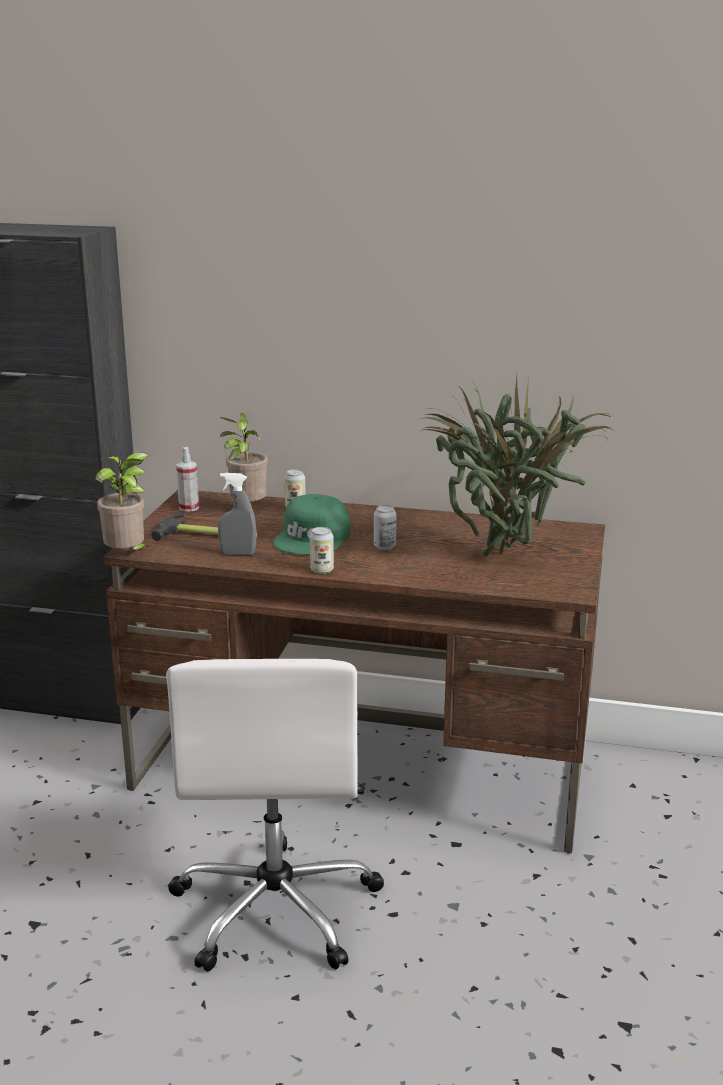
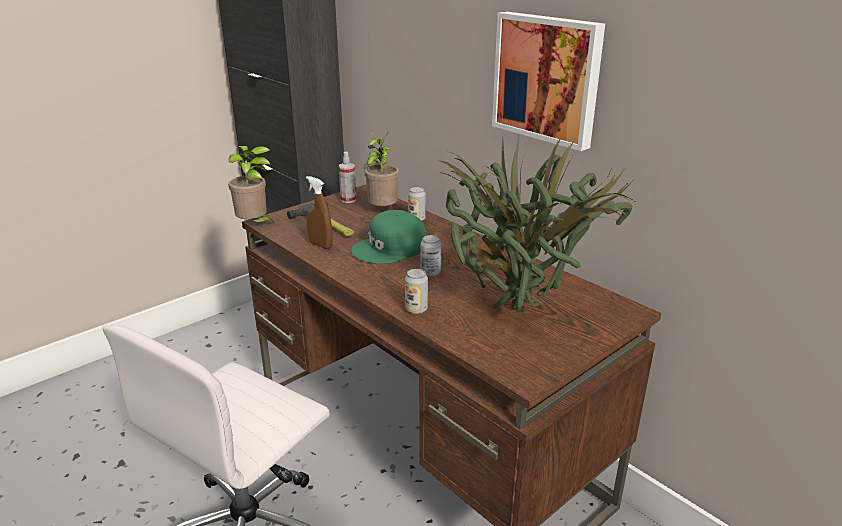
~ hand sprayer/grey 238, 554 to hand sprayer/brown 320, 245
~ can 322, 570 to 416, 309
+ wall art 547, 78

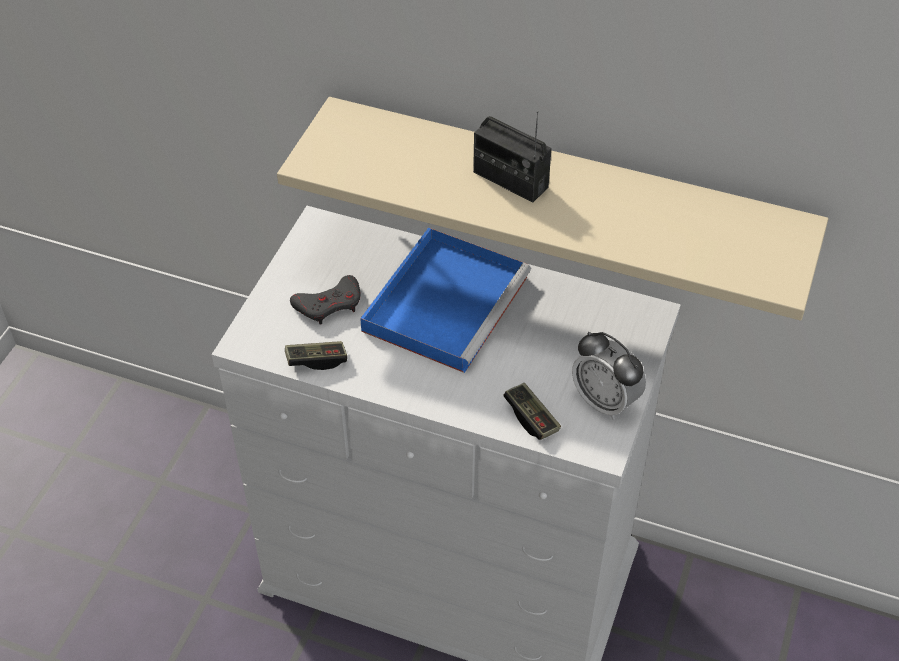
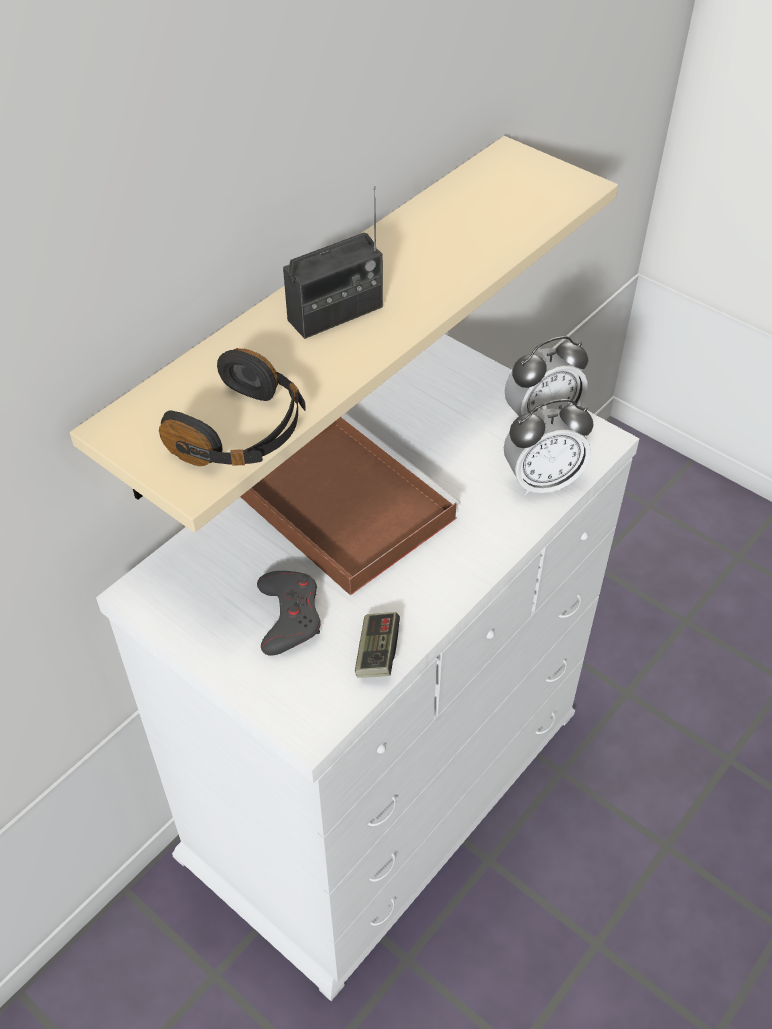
~ tray/blue-coloured 446, 301 to tray/brown 341, 503
~ joypad 531, 418 to bedside clock 542, 481
+ headphones/black-coloured 242, 433

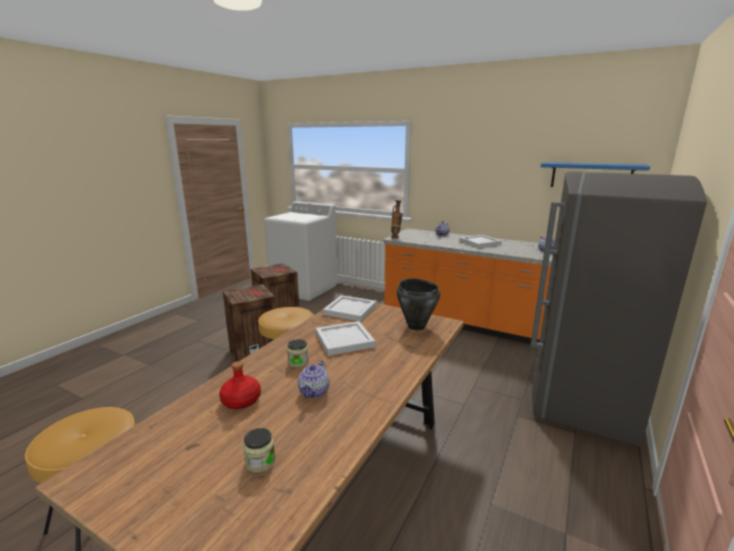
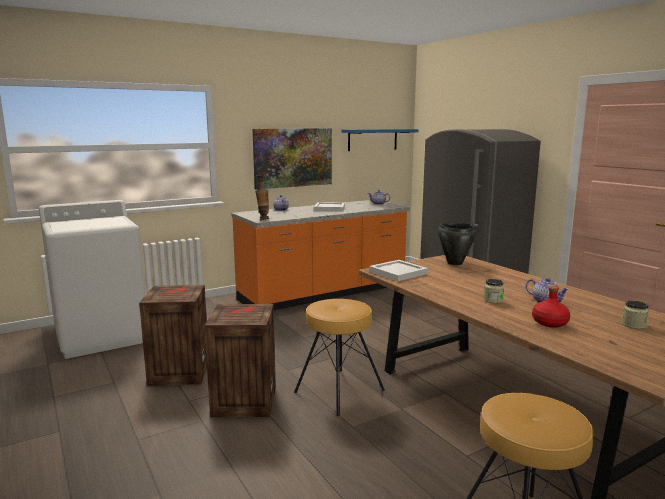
- tray/white-coloured 343, 340
+ wall art 293, 157

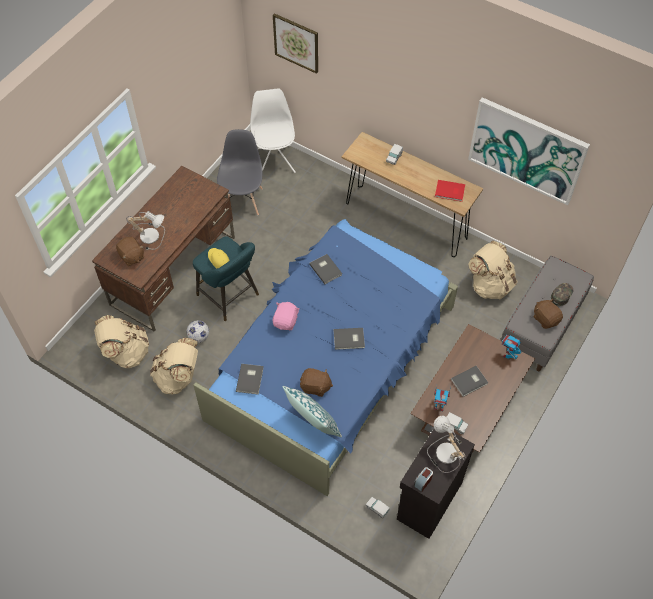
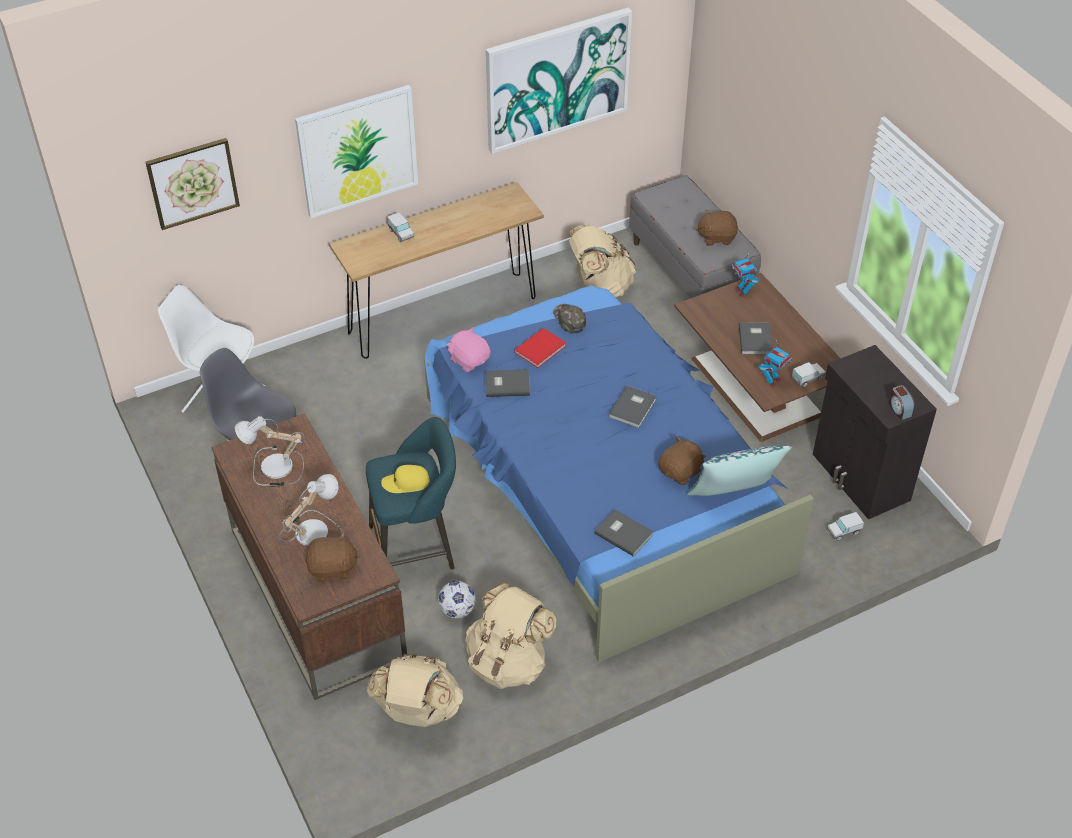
~ volume/red 450, 192 to 541, 349
~ peaked cap/green-coloured 561, 294 to 569, 319
~ cuddly toy/pink 286, 321 to 469, 360
~ tabletop lamp 444, 453 to 274, 469
+ wall art 357, 151

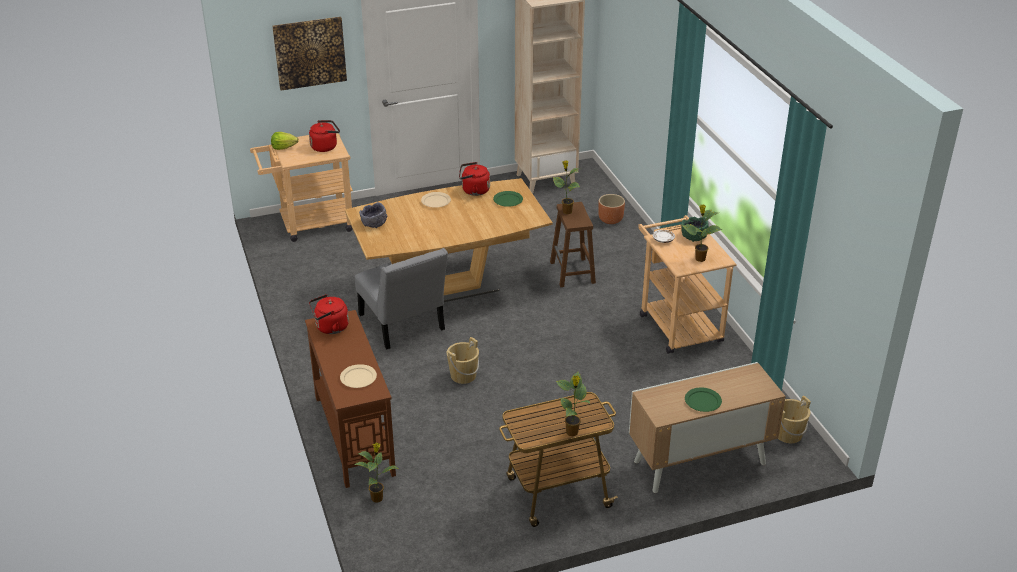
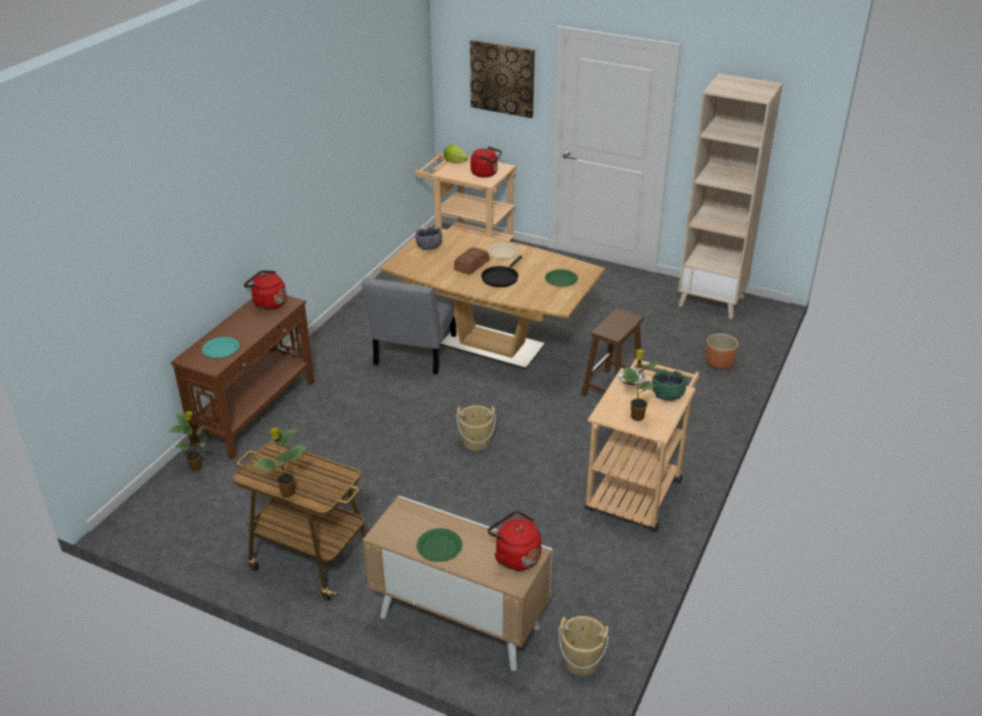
- houseplant 566, 211
~ water kettle/red 473, 190 to 515, 556
~ bucket/beige-coloured 463, 375 to 476, 442
~ flat dish/beige-coloured 358, 377 to flat dish/blue-green 221, 349
+ bread 470, 265
+ frying pan/black-coloured 501, 277

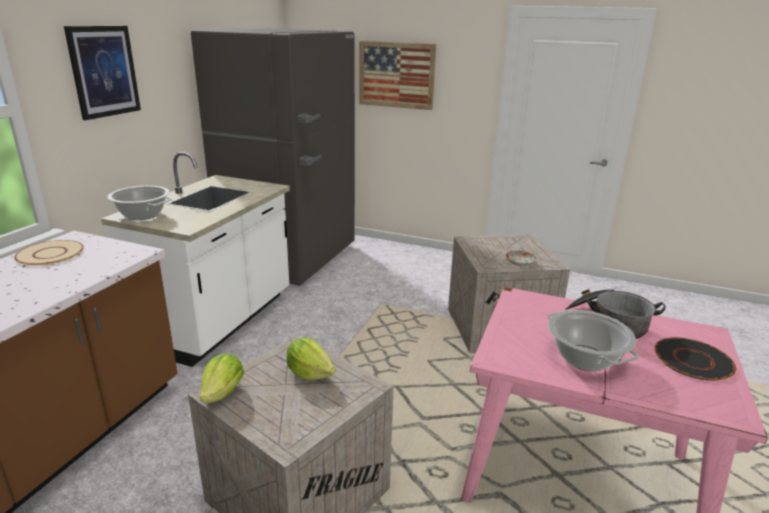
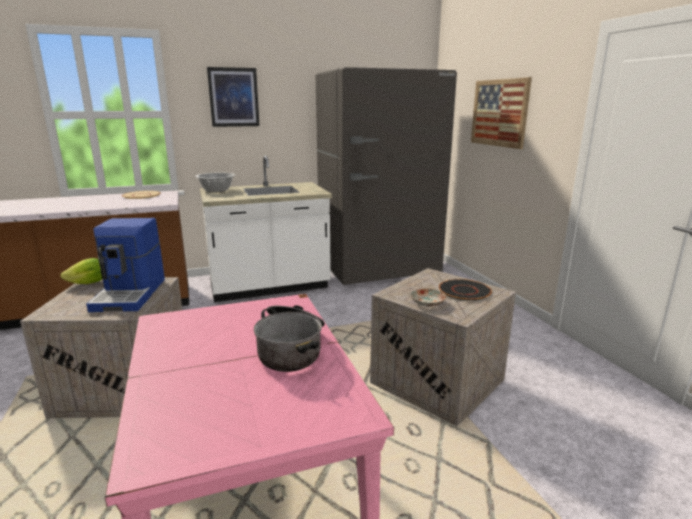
- cooking pot 585, 358
~ lettuce 309, 373 to coffee maker 131, 294
~ flat dish/black-coloured 693, 360 to 464, 291

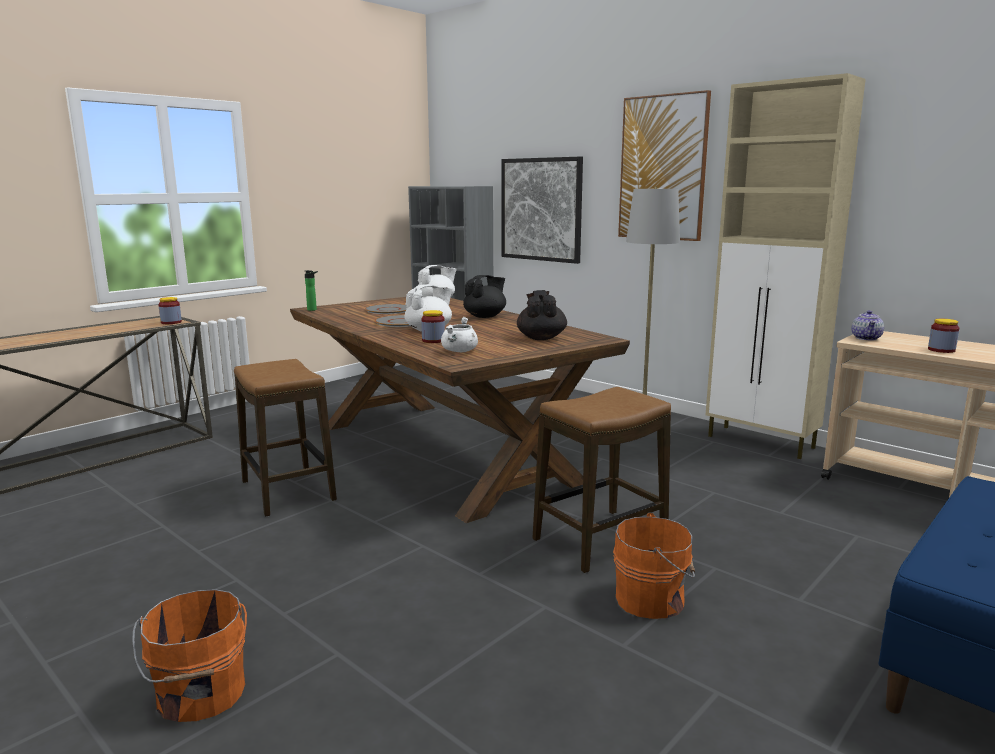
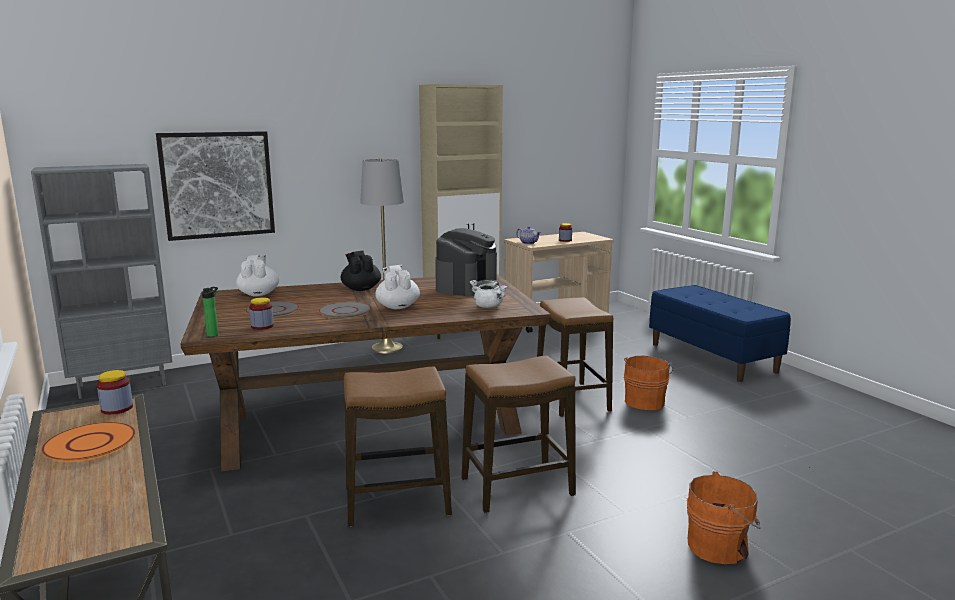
- wall art 663, 168
~ teapot/black-coloured 541, 338 to coffee maker 467, 286
~ jar 433, 340 to 262, 326
+ stool 517, 487
+ flat dish/orange 90, 443

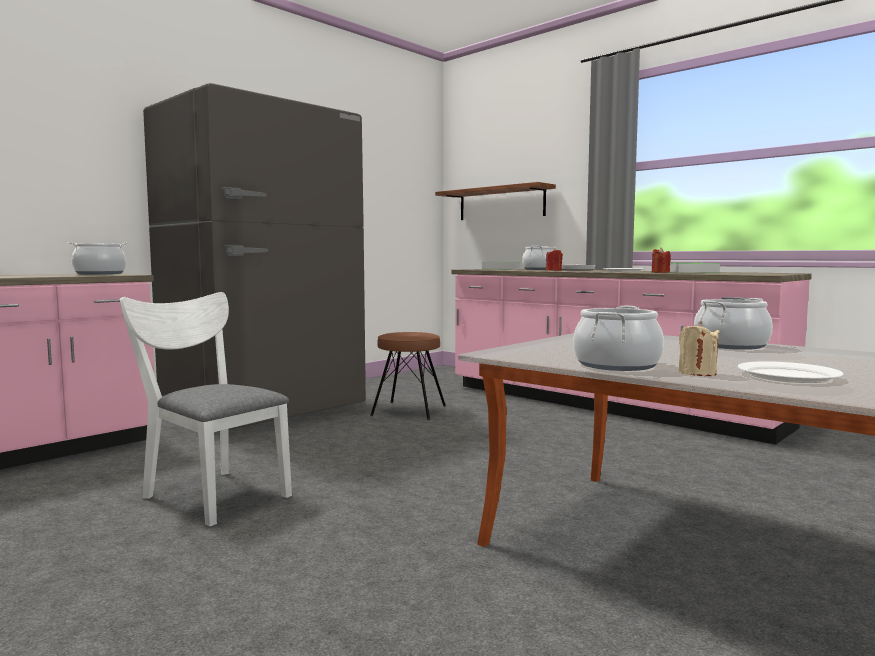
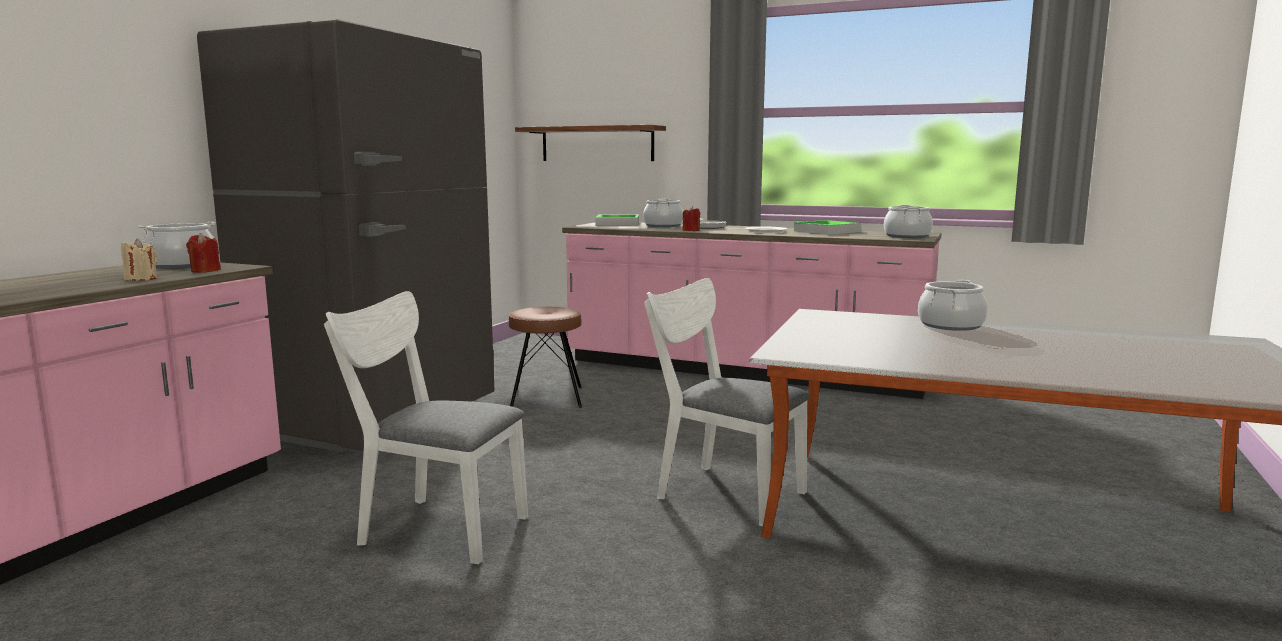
~ candle/red 660, 272 to 205, 271
~ cooking pot 616, 365 to 906, 236
~ candle/beige-coloured 697, 373 to 141, 279
- flat dish/white-coloured 789, 376
+ plain chair/white-coloured 721, 492

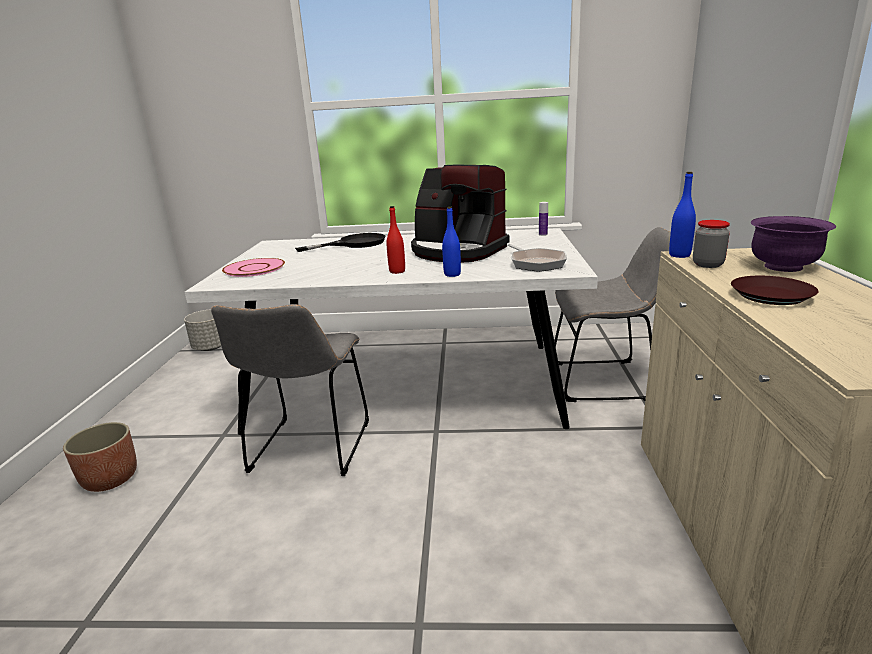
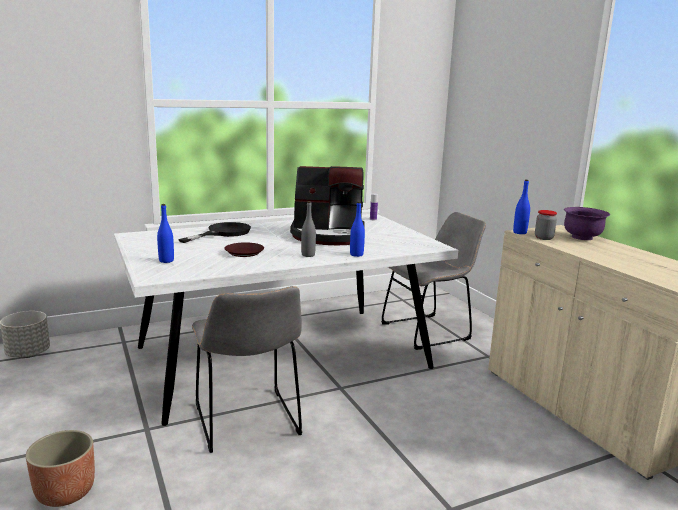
~ bottle/red 397, 271 to bottle/grey 308, 255
- frying pan 536, 263
~ flat dish/pink 254, 268 to bottle/blue-coloured 166, 261
~ flat dish/brown 770, 296 to 244, 253

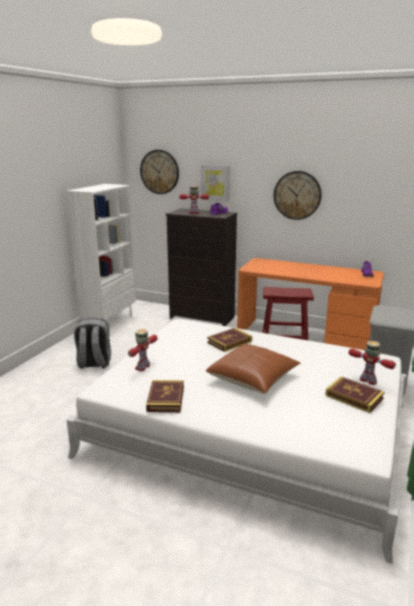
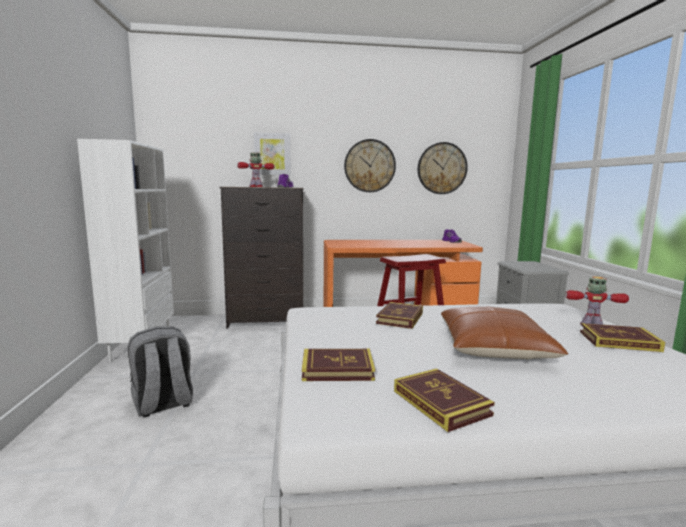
~ wall clock 159, 172 to 442, 168
~ model robot 143, 367 to volume 337, 369

